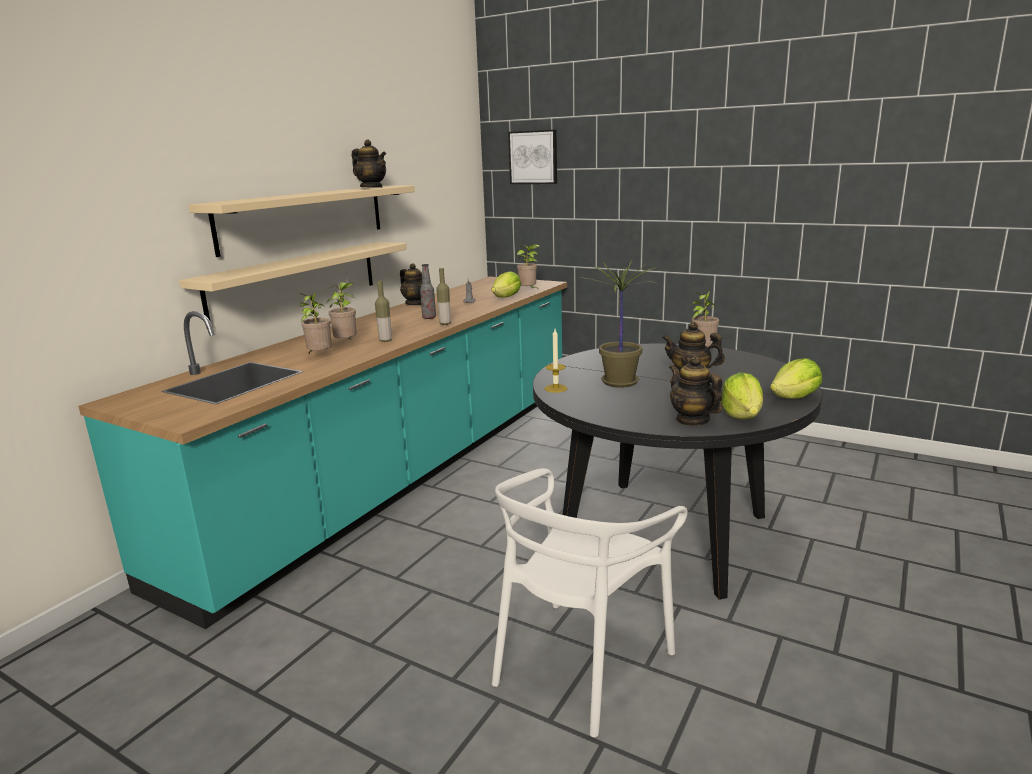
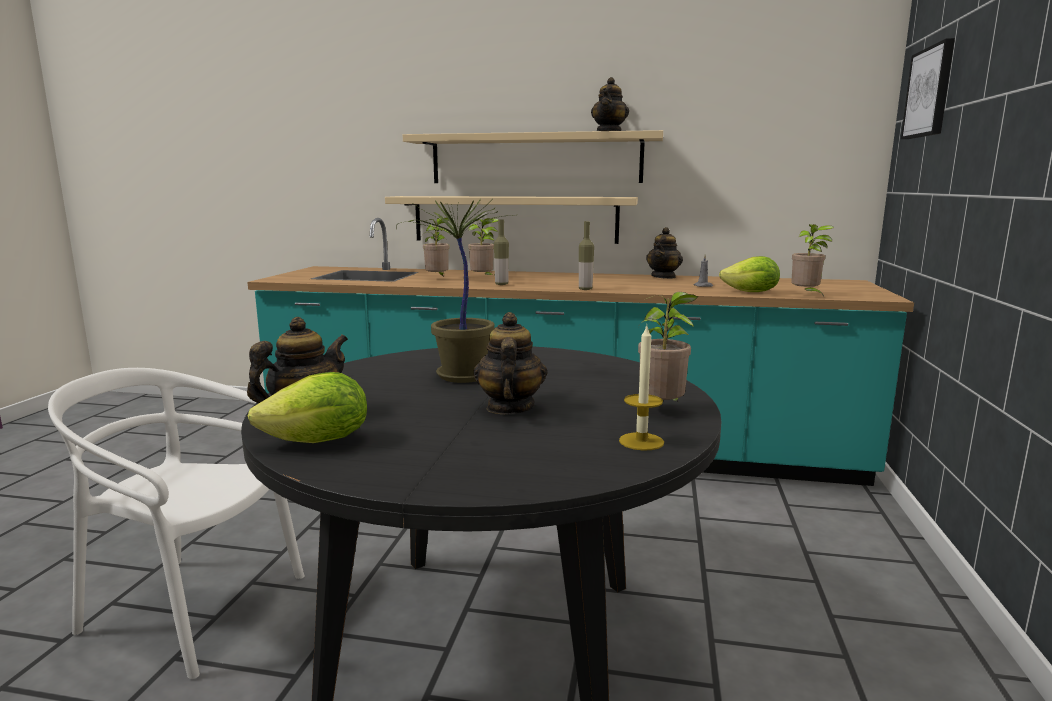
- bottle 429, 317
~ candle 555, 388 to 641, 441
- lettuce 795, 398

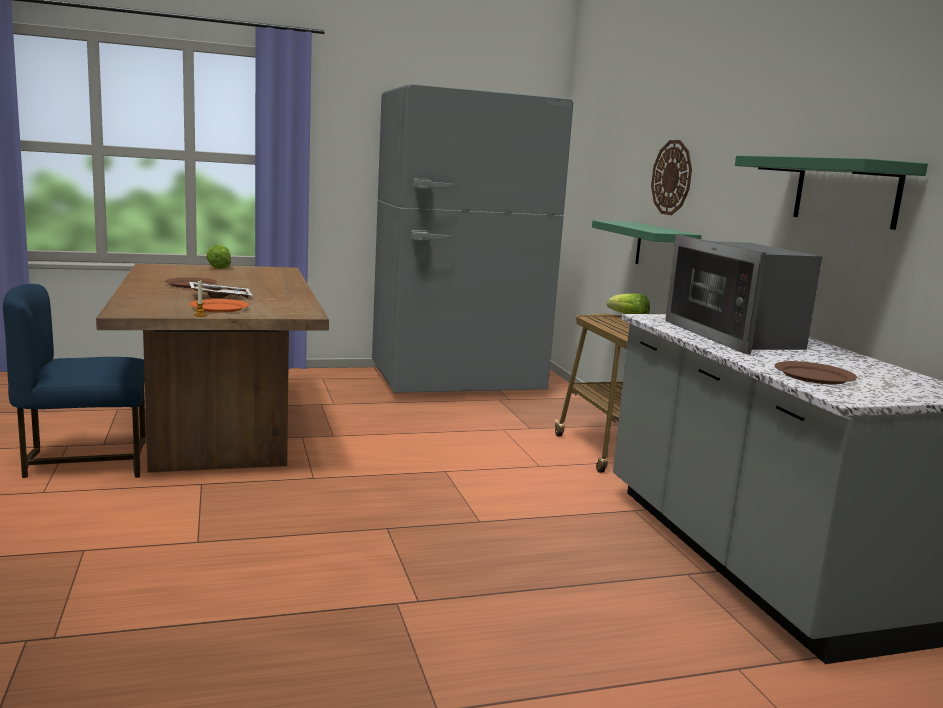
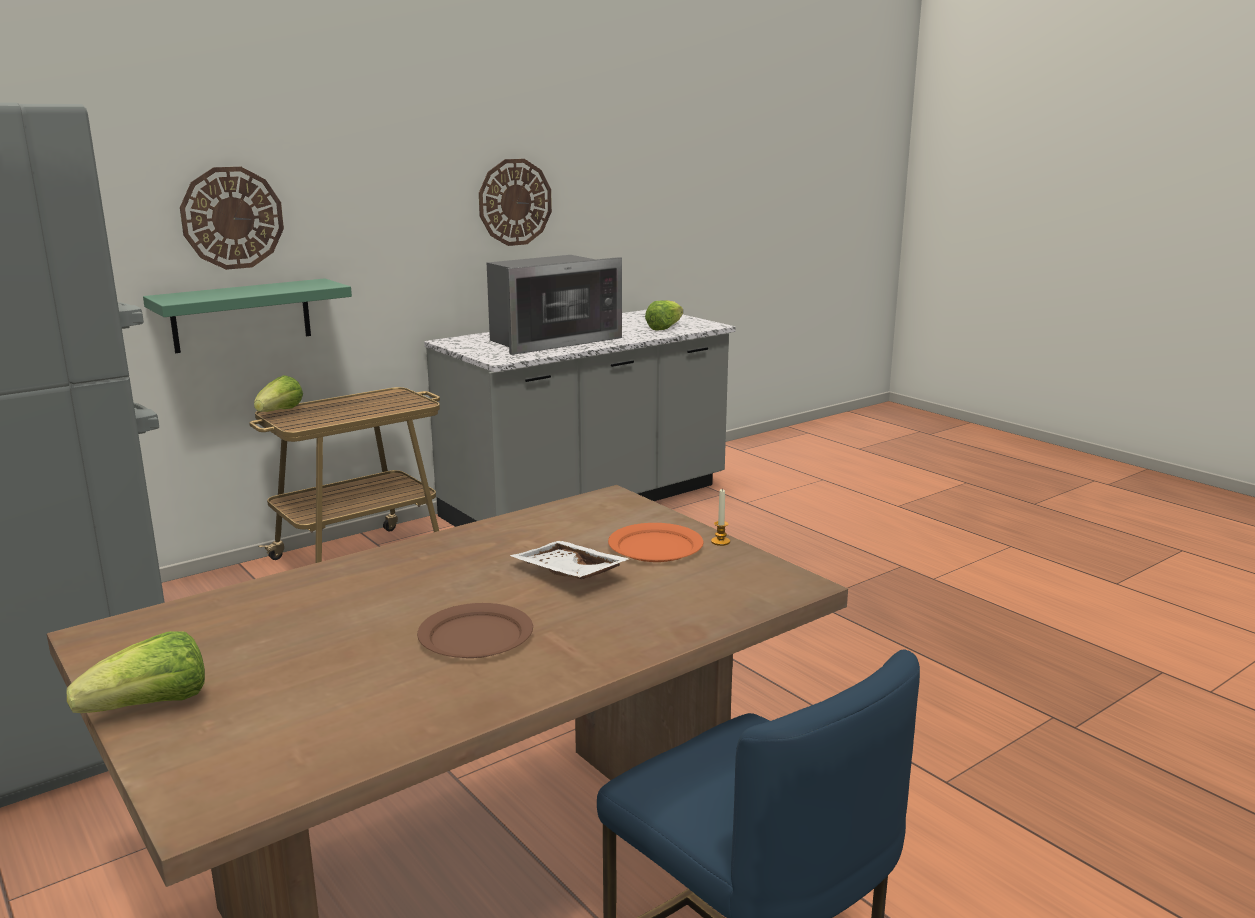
~ shelf/green-coloured 846, 192 to wall clock 515, 202
~ flat dish/brown 814, 376 to lettuce 664, 328

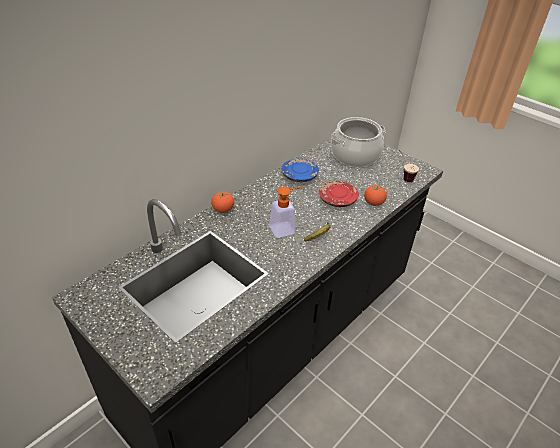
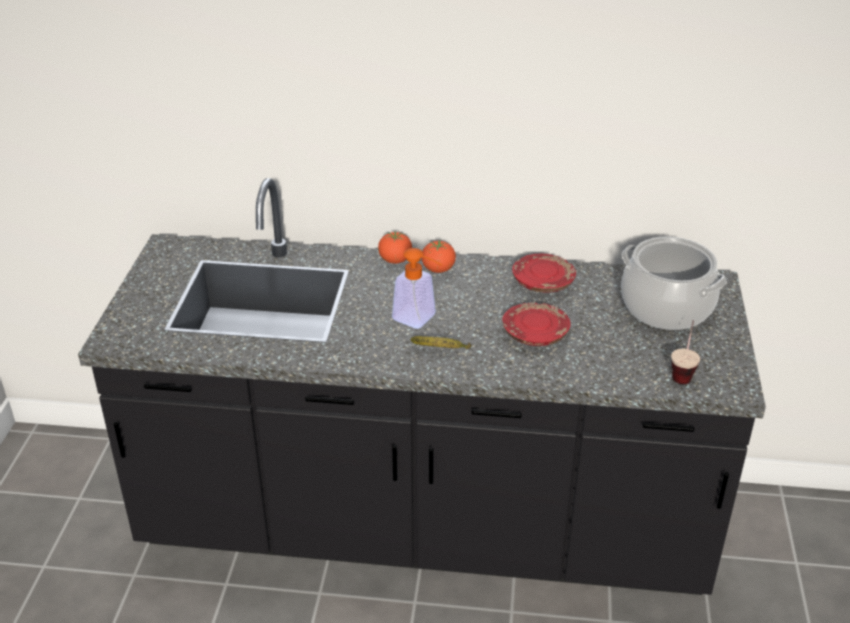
~ flat dish/blue-coloured 299, 176 to flat dish/red 542, 282
~ tomato 373, 203 to 438, 269

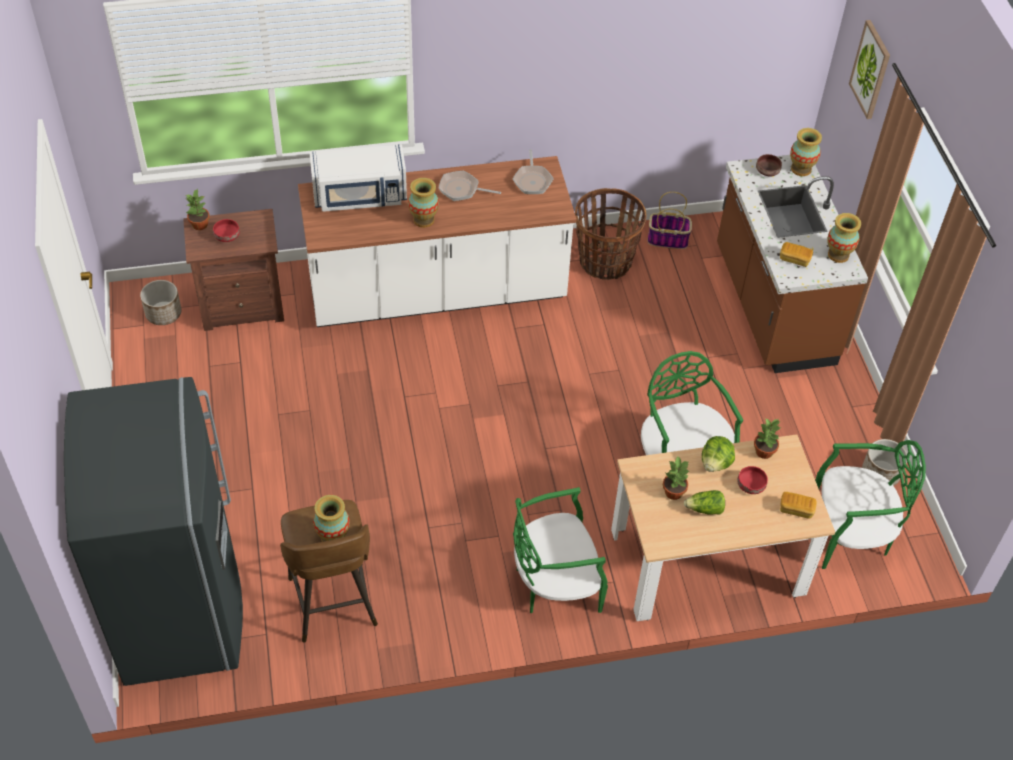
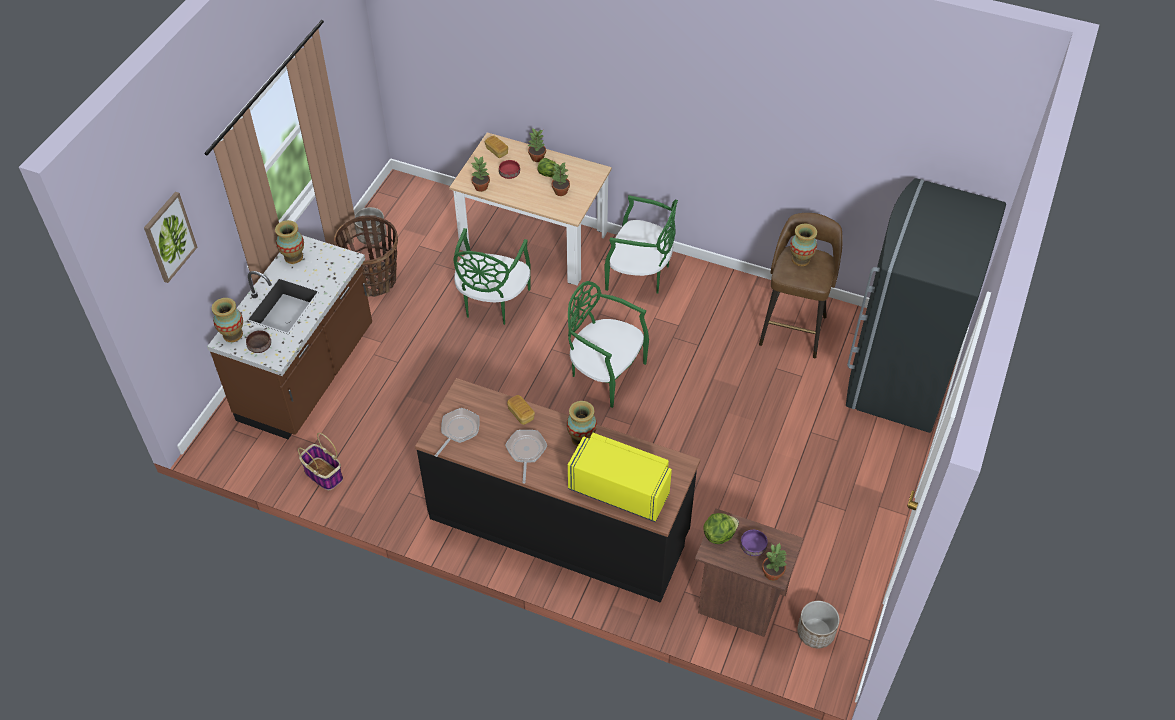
~ kitchen microwave/white-coloured 360, 196 to kitchen microwave/yellow 620, 490
~ kitchen base unit/white-coloured 437, 293 to kitchen base unit/black-coloured 559, 525
~ frying pan 462, 189 = 526, 452 135 degrees counterclockwise
~ basket 605, 262 to 373, 280
~ bowl/red 227, 235 to bowl/purple-coloured 752, 547
~ bread 794, 259 to 521, 414
~ lettuce 716, 463 to 719, 535
~ plain chair/green-coloured 850, 534 to 605, 373
+ houseplant 537, 158

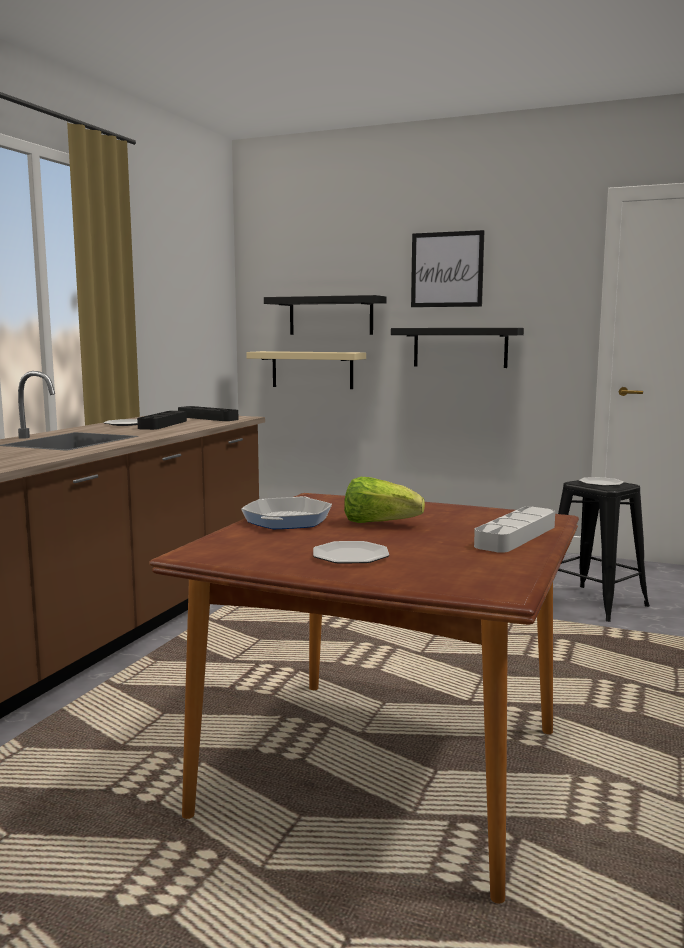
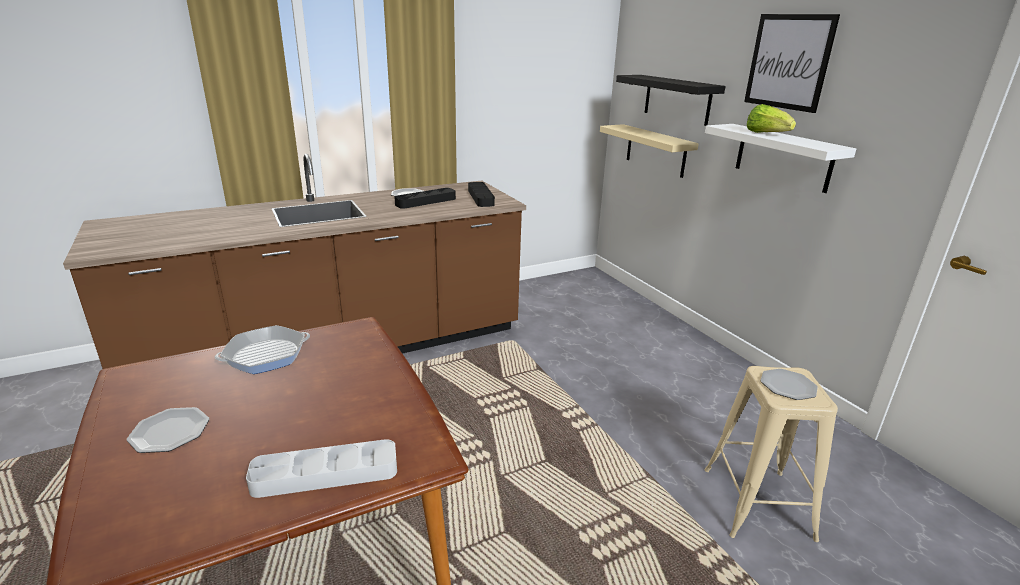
~ shelf/black-coloured 460, 347 to shelf/white-coloured 783, 157
~ lettuce 379, 523 to 766, 134
~ stool/black-coloured 593, 603 to stool/beige-coloured 757, 502

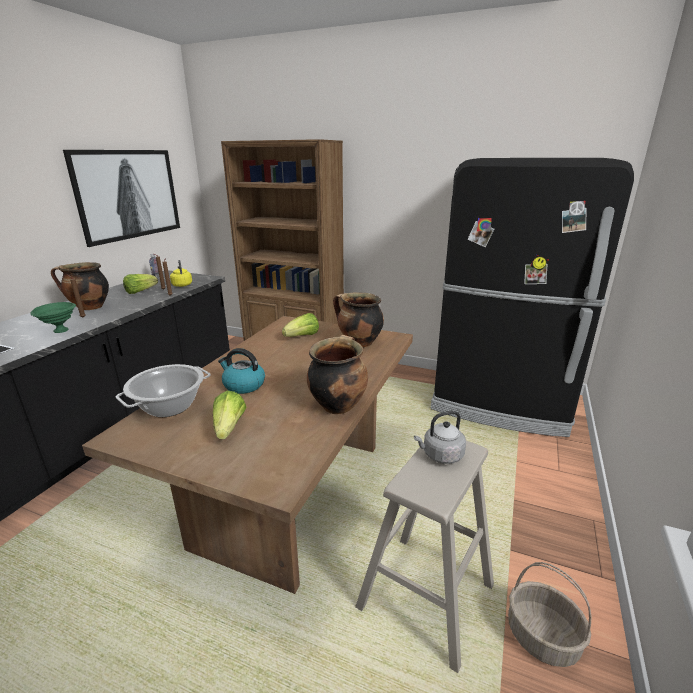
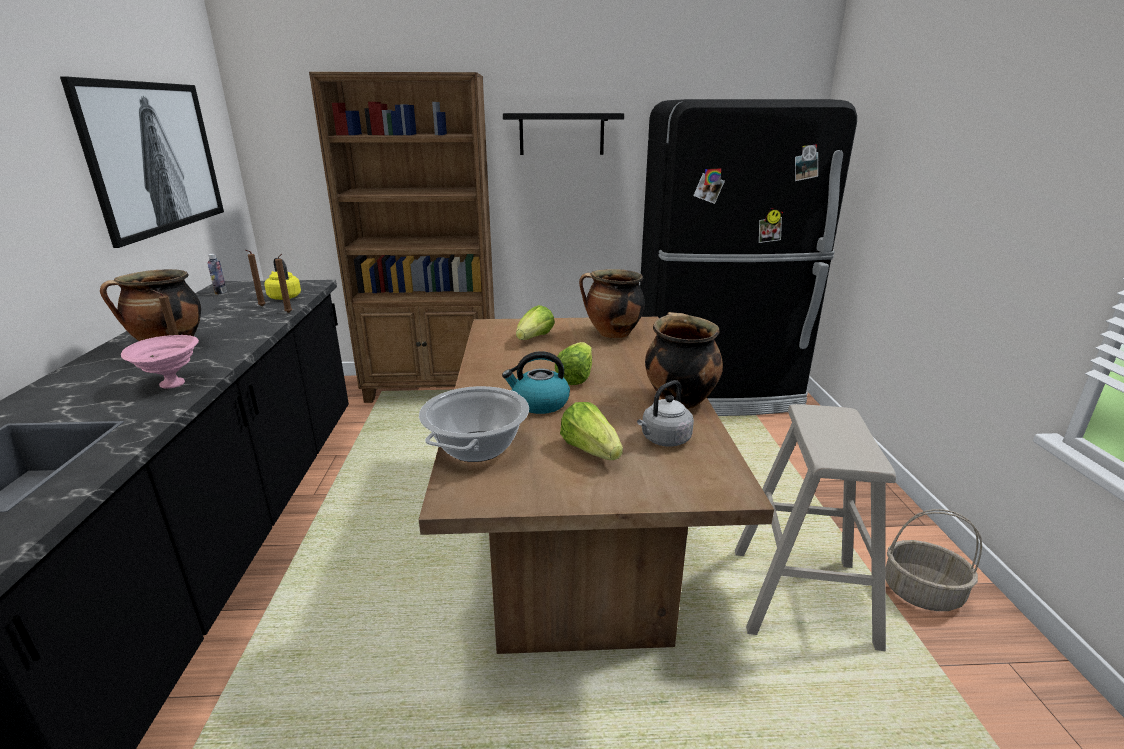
~ lettuce 140, 291 to 576, 377
~ bowl/green-coloured 60, 331 to bowl/pink 172, 385
~ water kettle/grey 440, 455 to 664, 440
+ shelf/black-coloured 561, 134

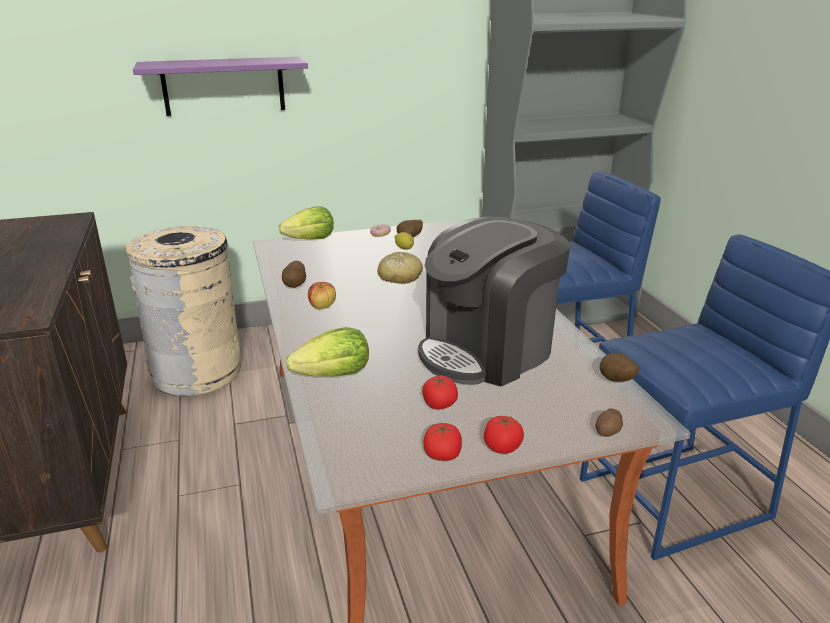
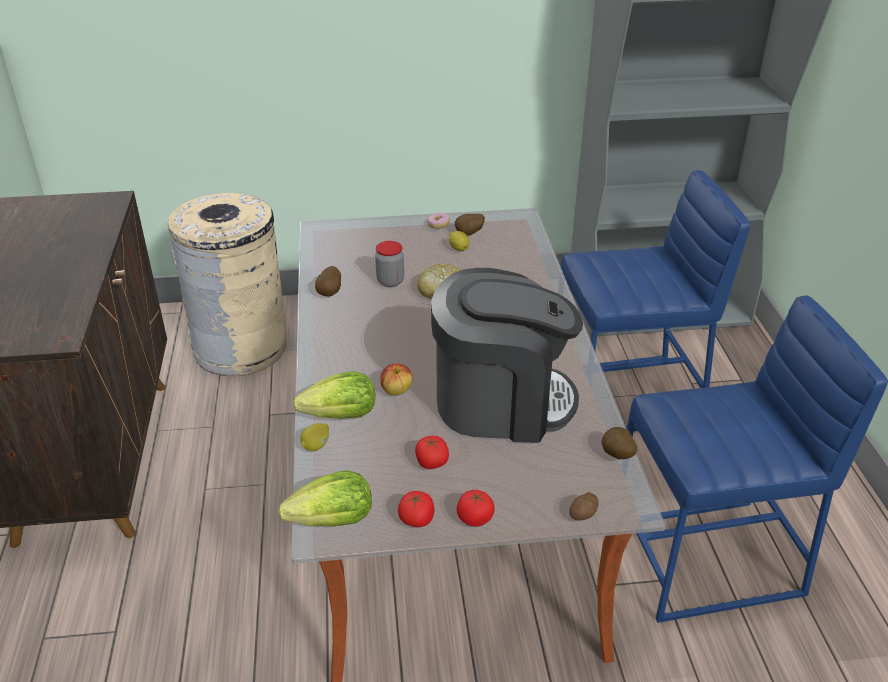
- shelf/purple-coloured 223, 86
~ lettuce 310, 240 to 333, 521
~ coffee maker 487, 351 = 501, 402 150 degrees counterclockwise
~ apple fruit 322, 307 to 396, 391
+ jar 390, 281
+ whole lemon 316, 446

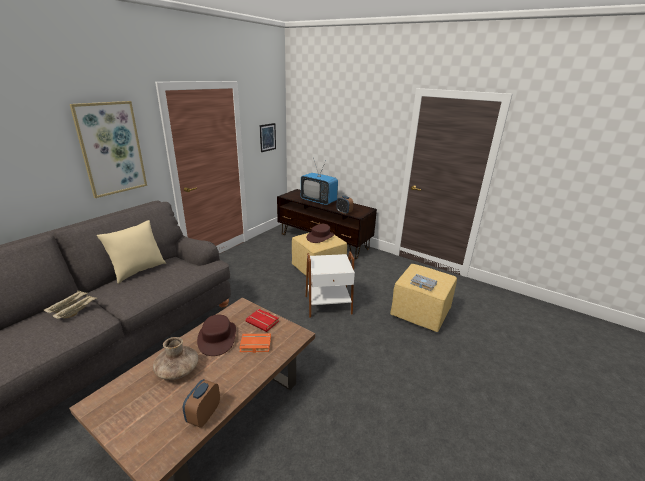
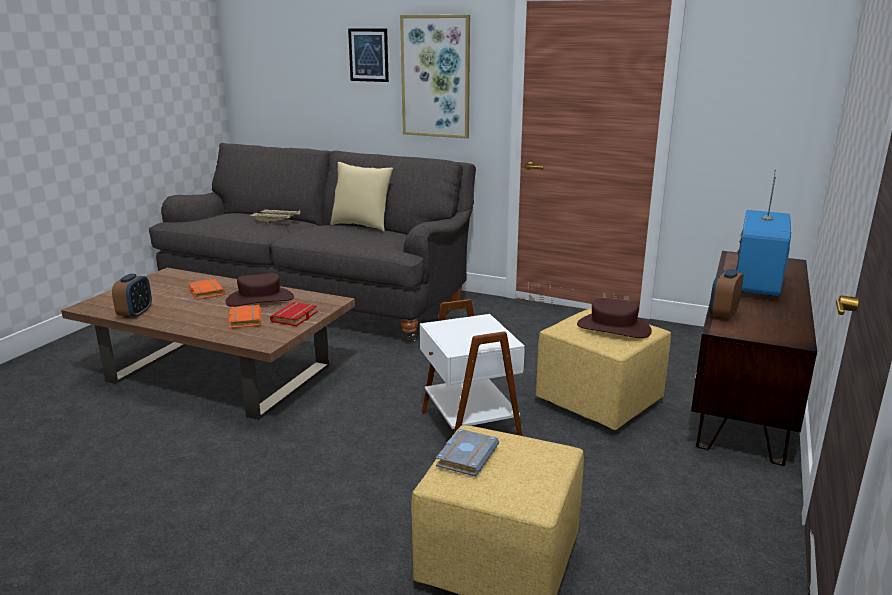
~ wall art 267, 137 to 368, 55
~ decorative vase/brown 177, 370 to volume/orange 205, 292
~ bedside clock 204, 415 = 135, 314 90 degrees clockwise

